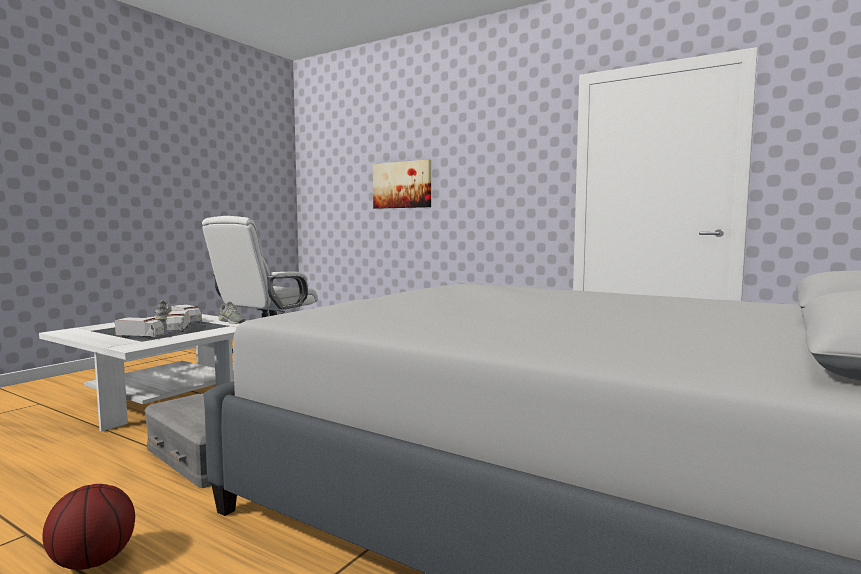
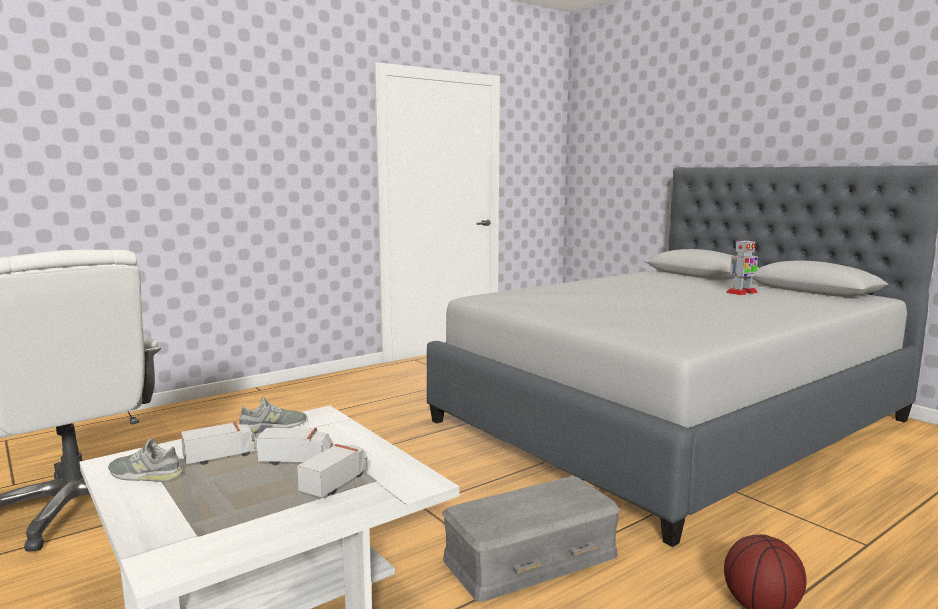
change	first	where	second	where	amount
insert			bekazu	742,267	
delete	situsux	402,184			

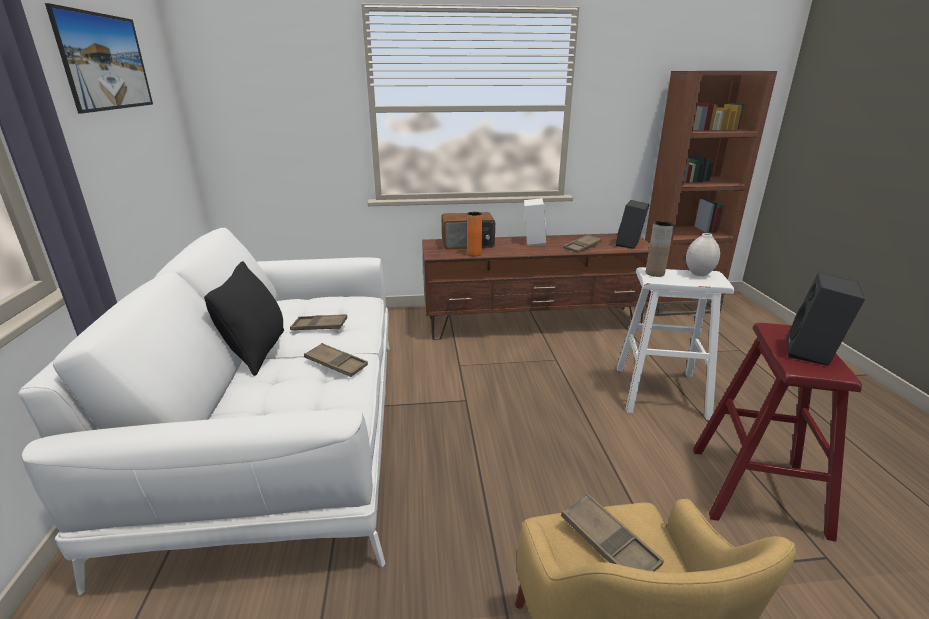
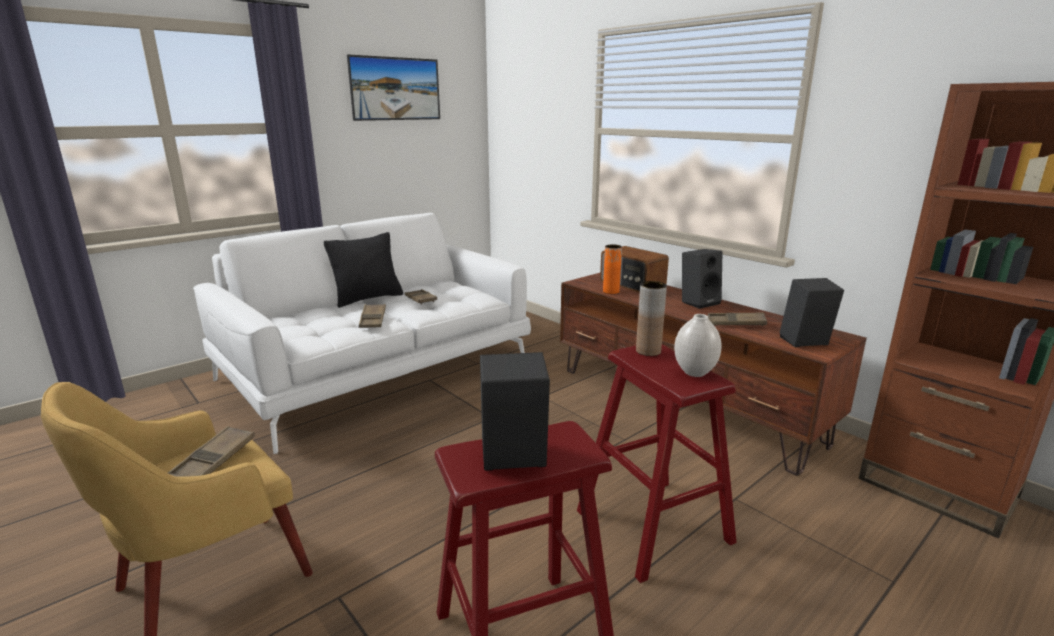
change	first	where	second	where	amount
recolor	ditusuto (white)	675,343	ditusuto (red)	657,463	
recolor	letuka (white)	535,222	letuka (black)	702,279	

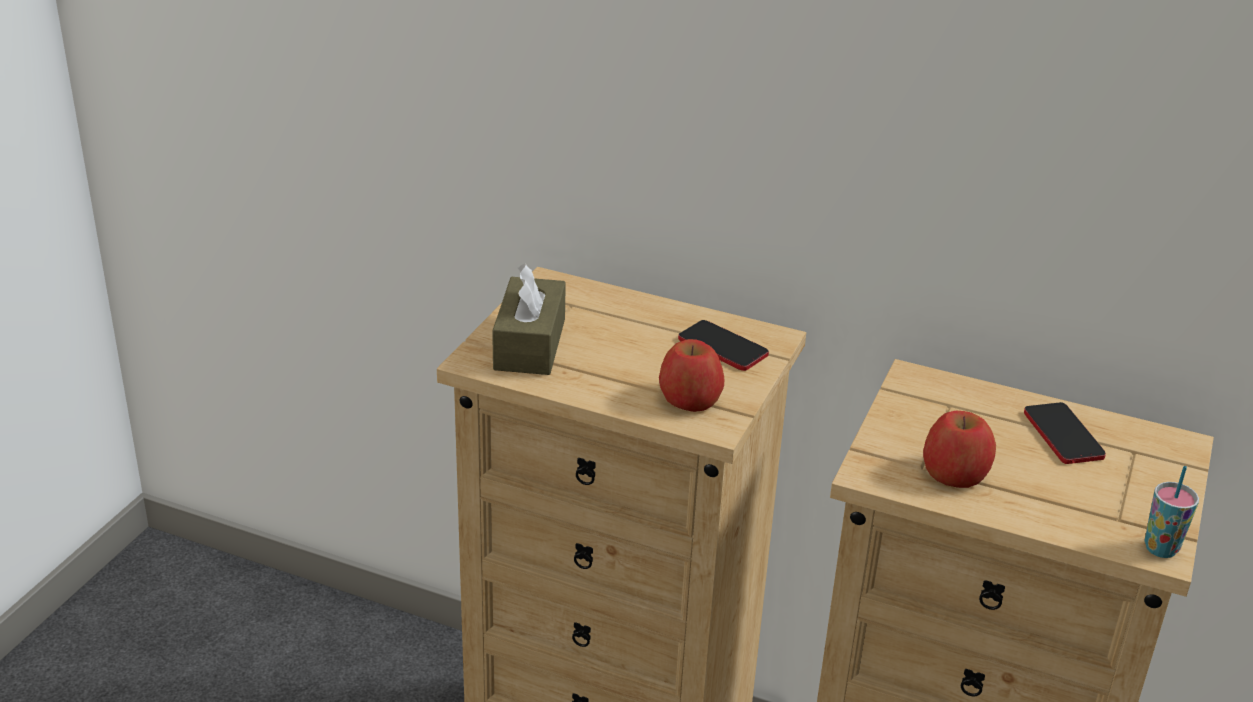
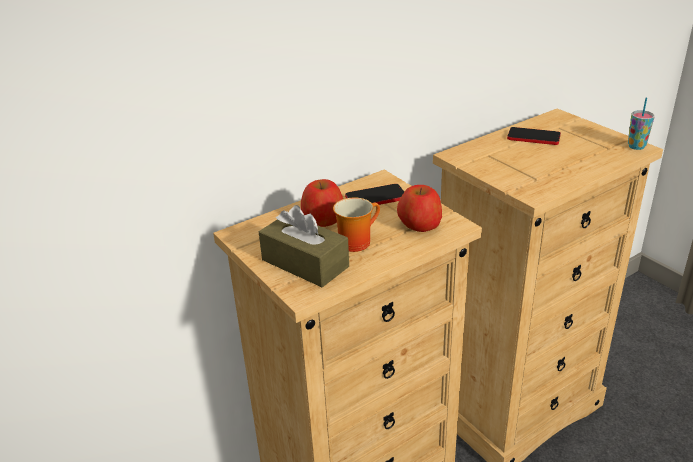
change	first	where	second	where	amount
move	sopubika	959,449		322,203	
insert			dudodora	356,225	

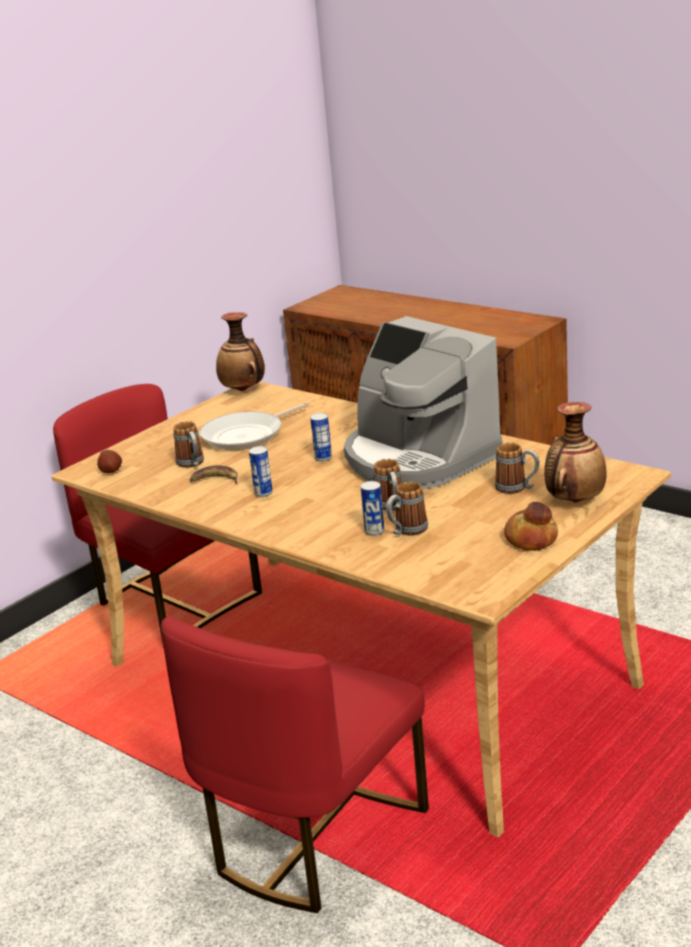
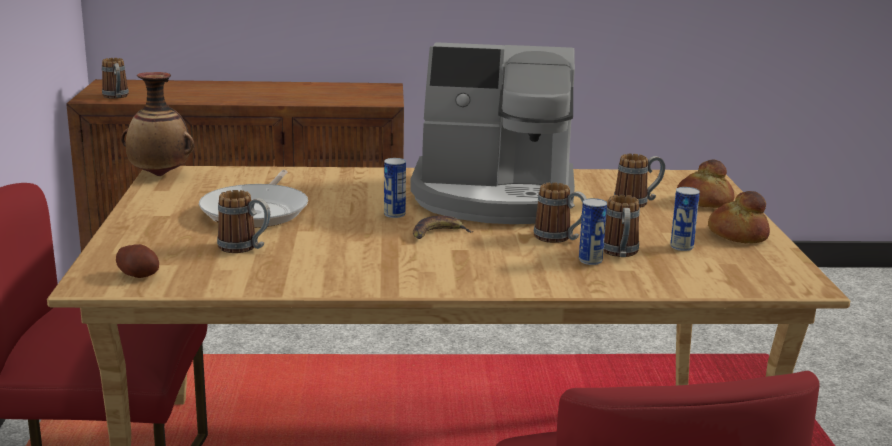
change	first	where	second	where	amount
insert			dudodora	115,78	
move	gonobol	214,474		443,227	
move	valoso	261,471		685,219	
replace	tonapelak	575,452	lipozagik	706,183	

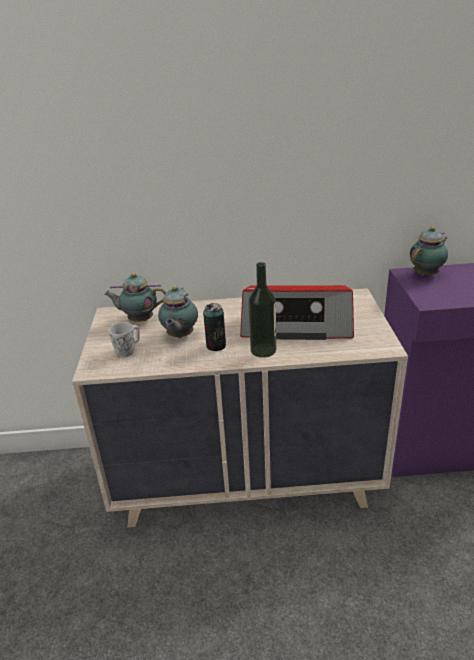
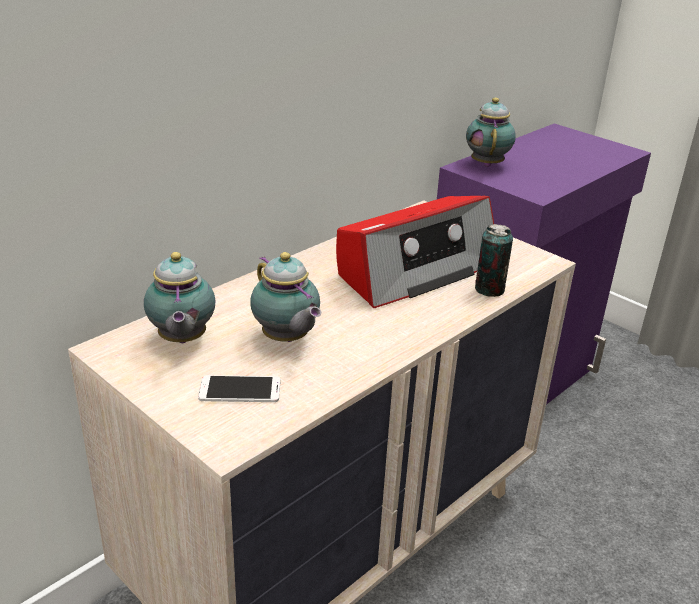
change	first	where	second	where	amount
rotate	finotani	135,297		180,297	60 degrees counterclockwise
replace	dudodora (white)	124,339	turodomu	239,388	
move	valoso	214,327		494,260	
delete	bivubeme	262,310			

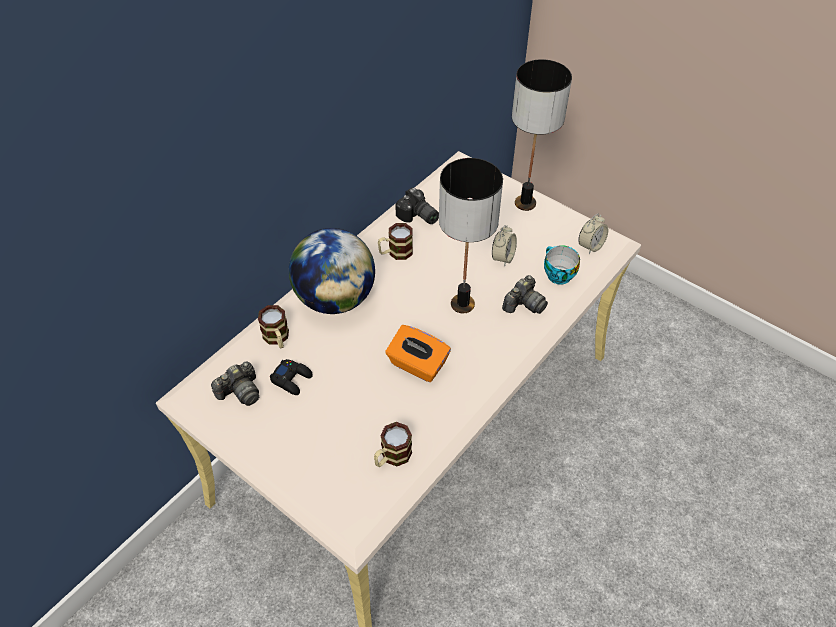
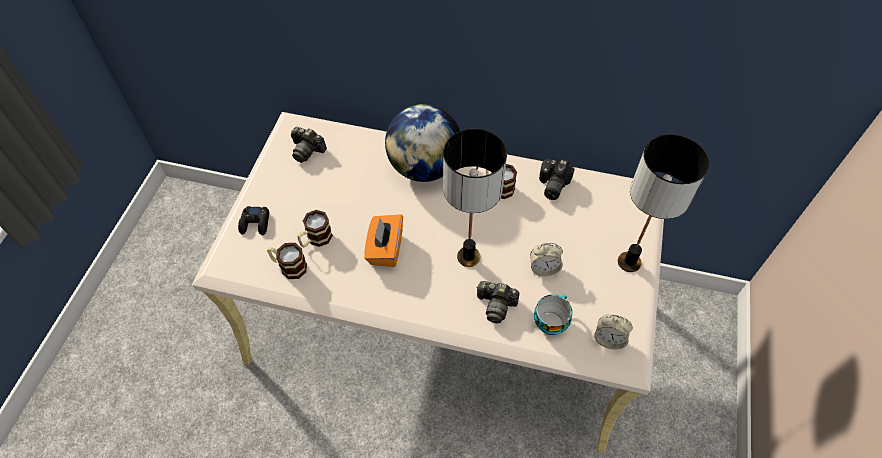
change	first	where	second	where	amount
move	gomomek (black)	291,377		253,220	
move	dudodora	273,327		315,228	

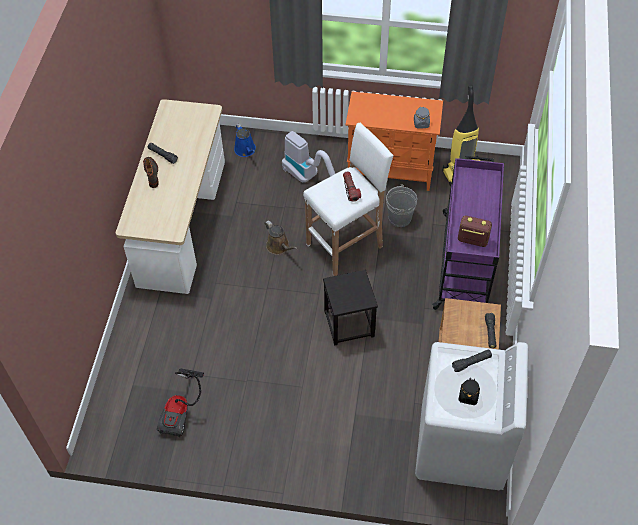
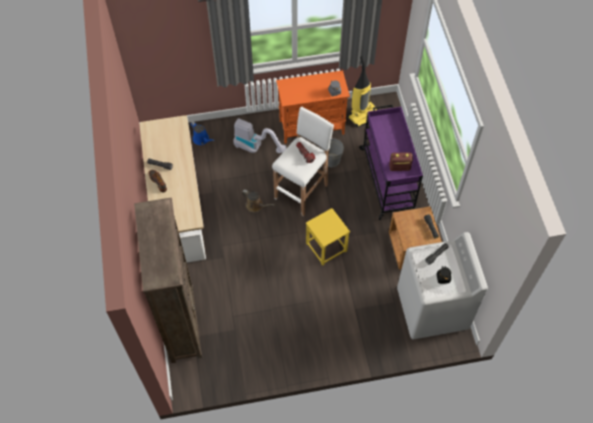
change	first	where	second	where	amount
insert			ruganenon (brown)	168,280	
recolor	ditusuto (black)	350,308	ditusuto (yellow)	328,237	
delete	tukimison	180,402			

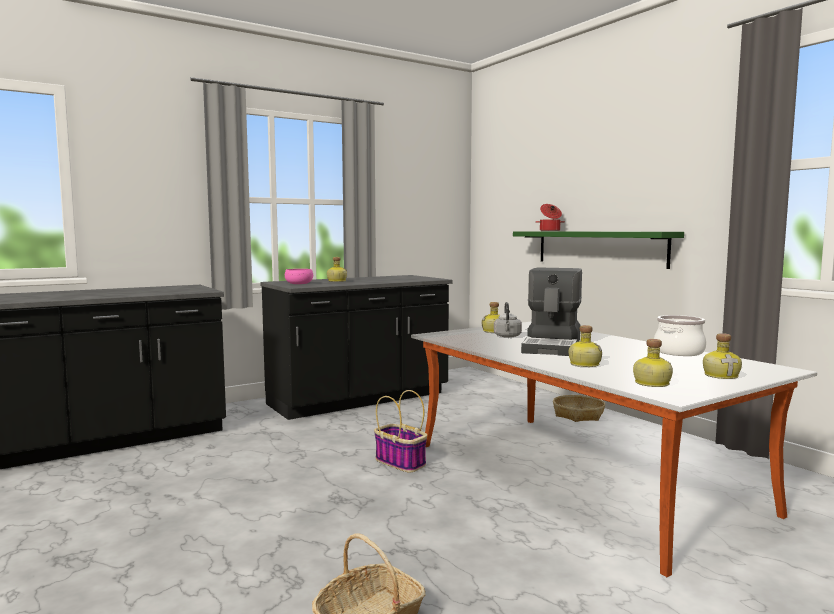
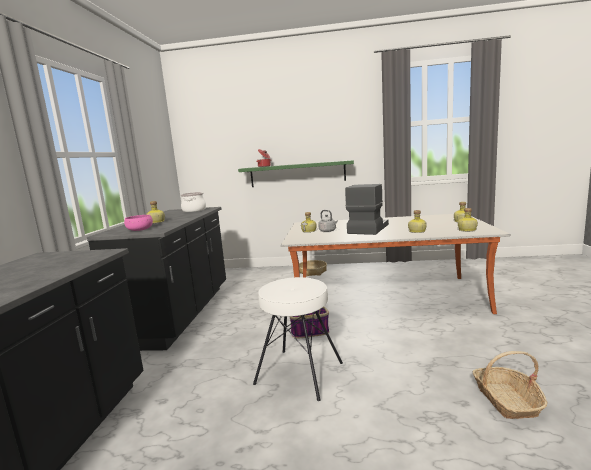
change	first	where	second	where	amount
move	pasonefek	680,335		193,202	
insert			ditusuto (white)	298,339	
rotate	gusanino	551,311		367,209	120 degrees counterclockwise

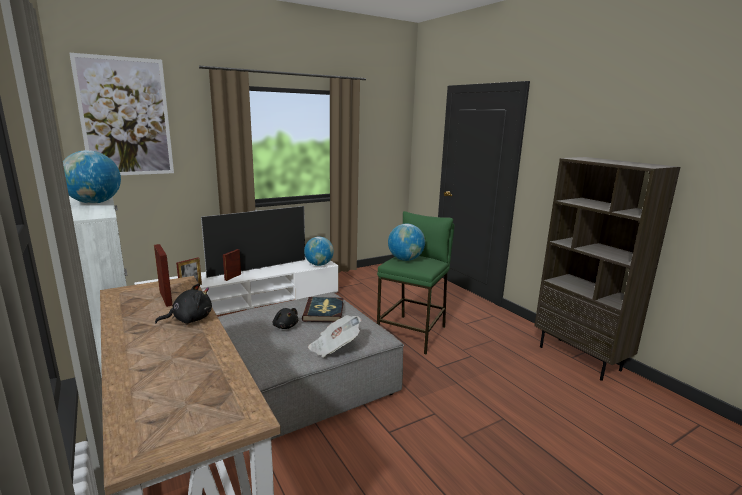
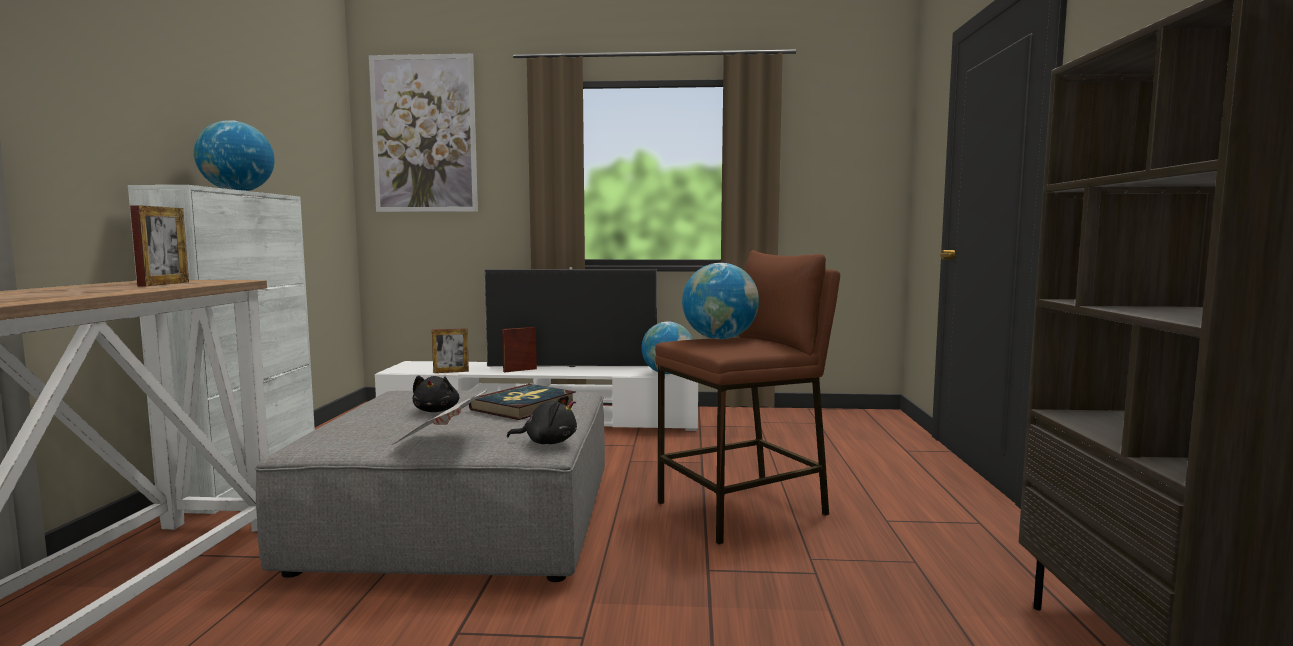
change	first	where	second	where	amount
move	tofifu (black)	183,303		542,420	
recolor	ditusuto (green)	415,282	ditusuto (brown)	747,397	

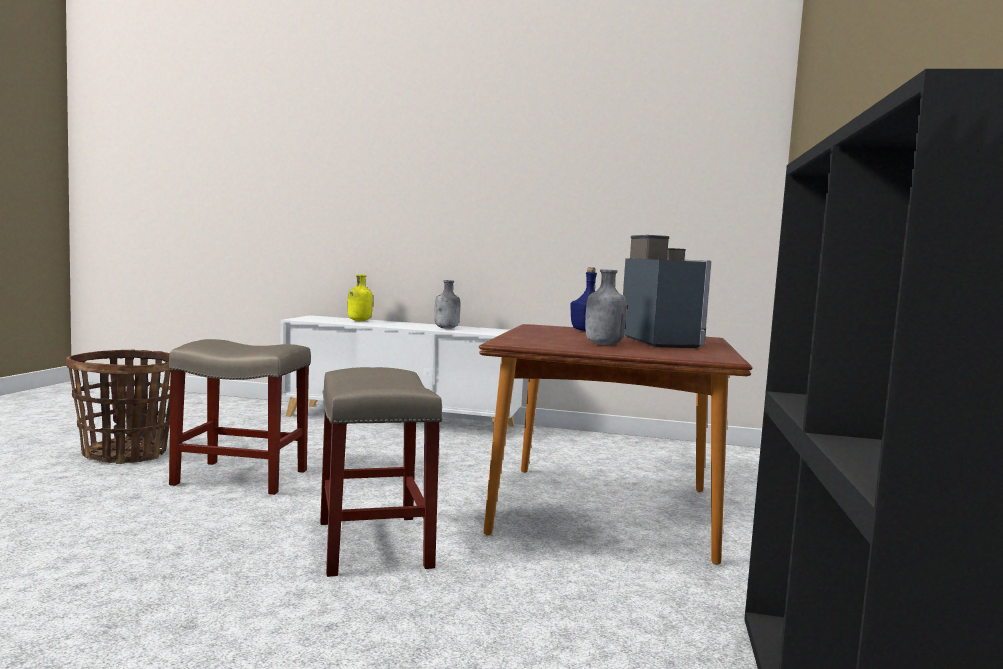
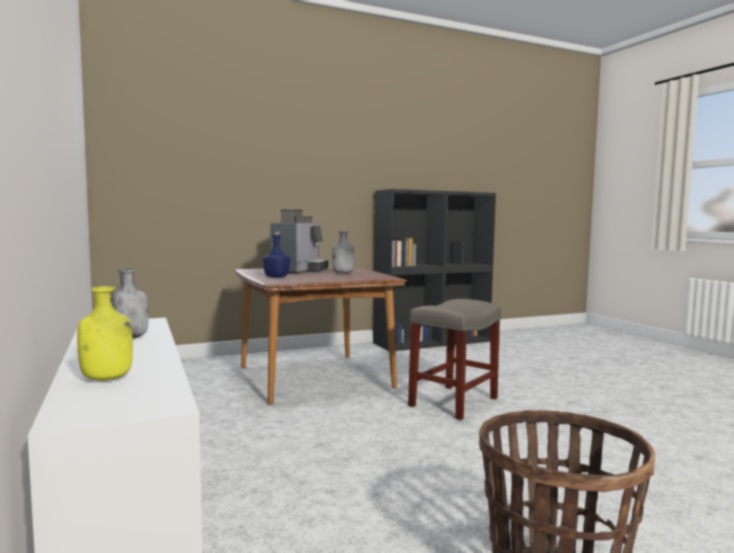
change	first	where	second	where	amount
rotate	gusanino	667,291		299,241	150 degrees clockwise
delete	ditusuto (beige)	240,417			

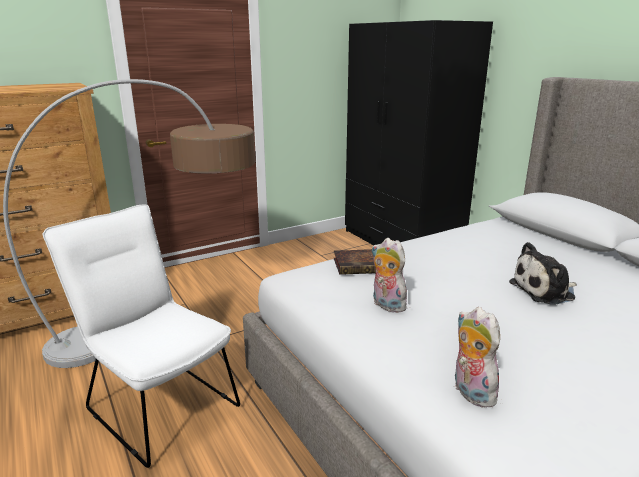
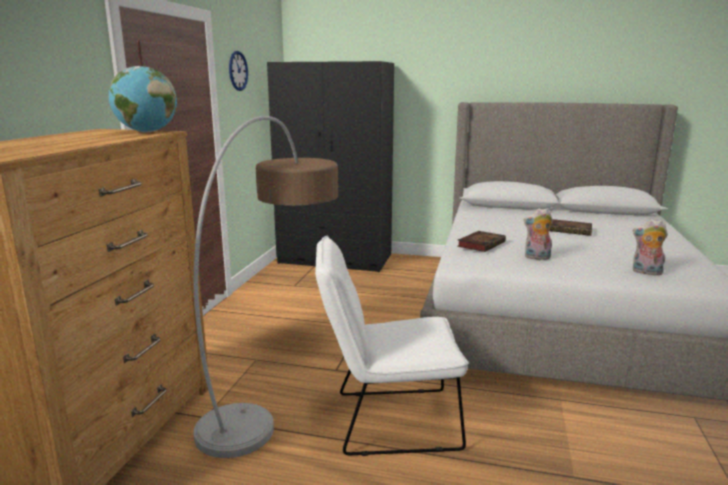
change	first	where	second	where	amount
insert			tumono	143,99	
insert			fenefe	238,71	
replace	tofifu	543,273	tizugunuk	570,227	

